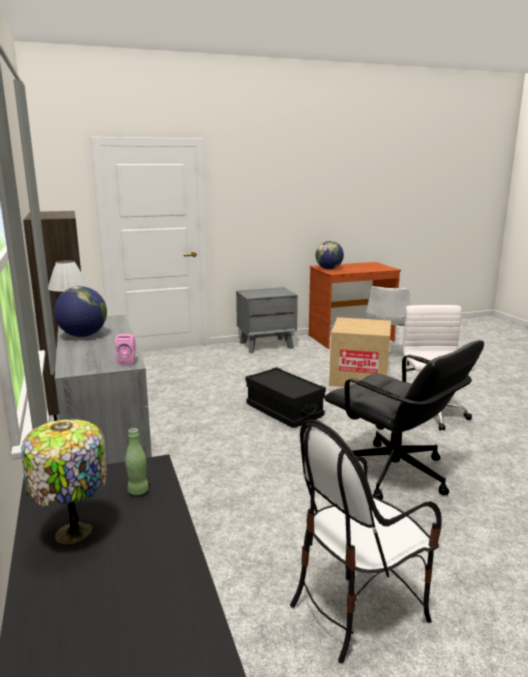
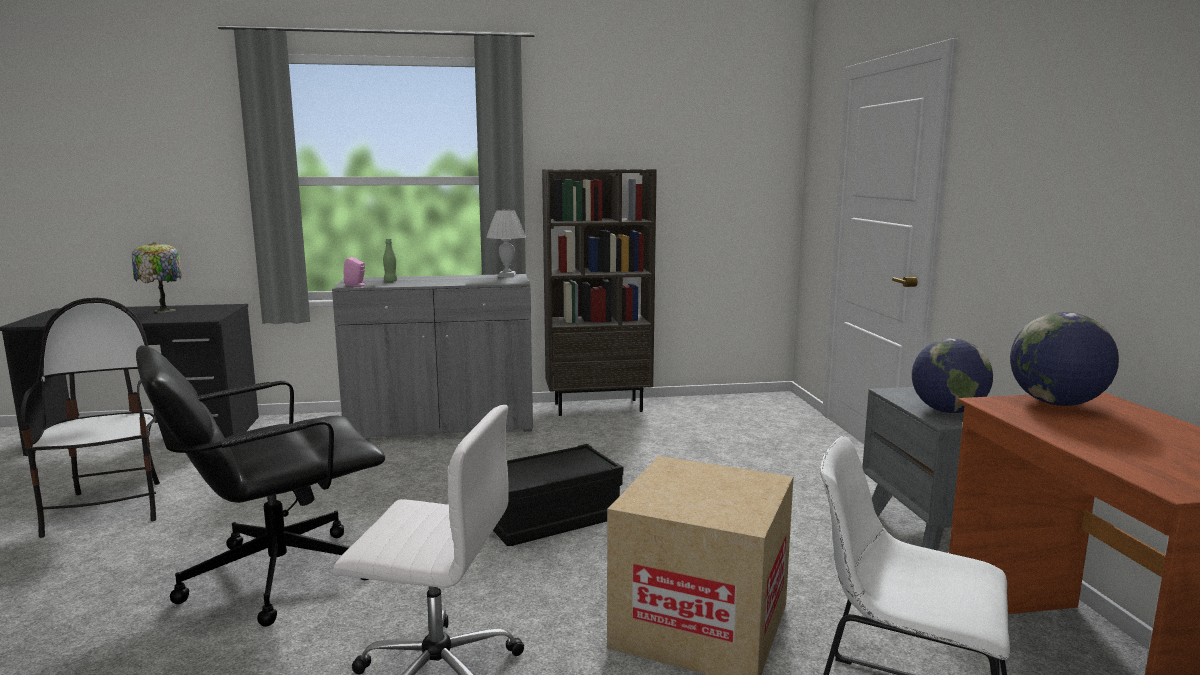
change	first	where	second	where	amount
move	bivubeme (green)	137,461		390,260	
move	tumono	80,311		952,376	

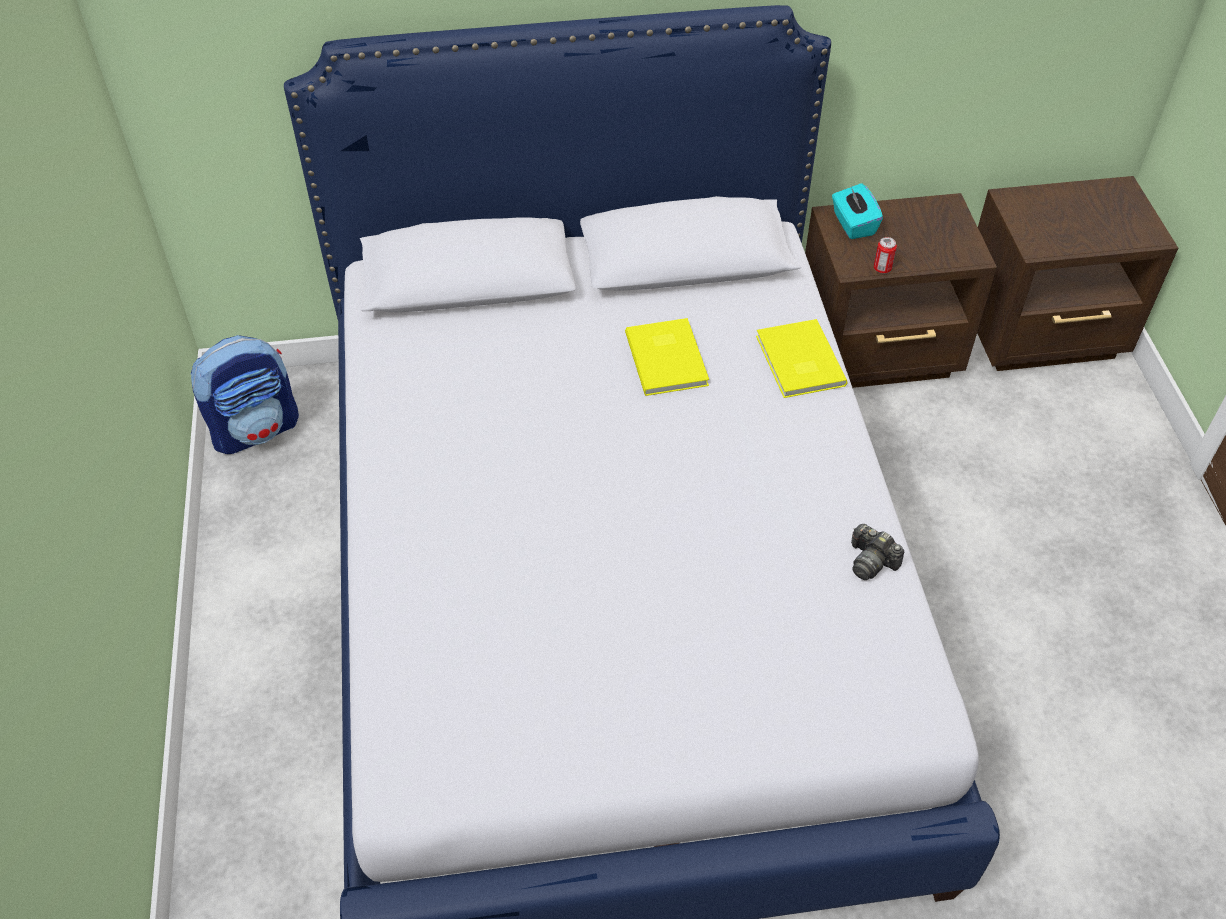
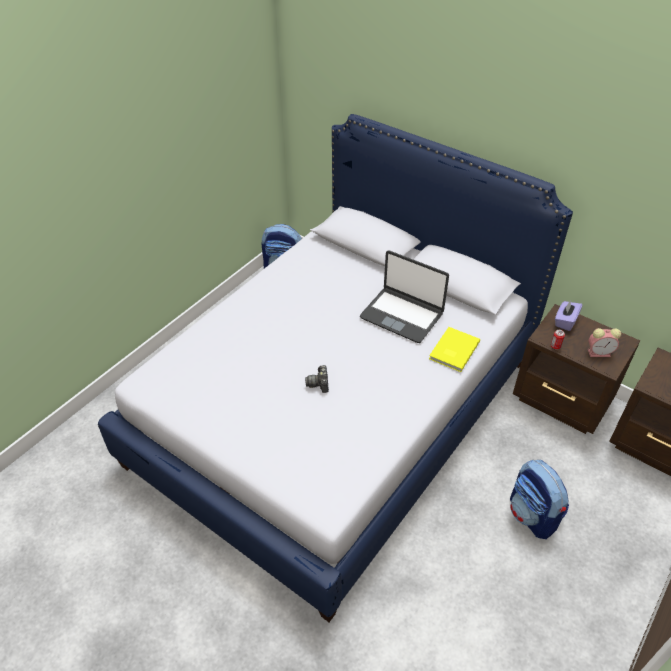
change	first	where	second	where	amount
move	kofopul	877,552		317,379	
replace	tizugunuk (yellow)	667,357	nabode	404,297	
insert			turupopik	539,499	
recolor	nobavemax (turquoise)	857,211	nobavemax (purple)	569,315	
insert			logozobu	604,342	

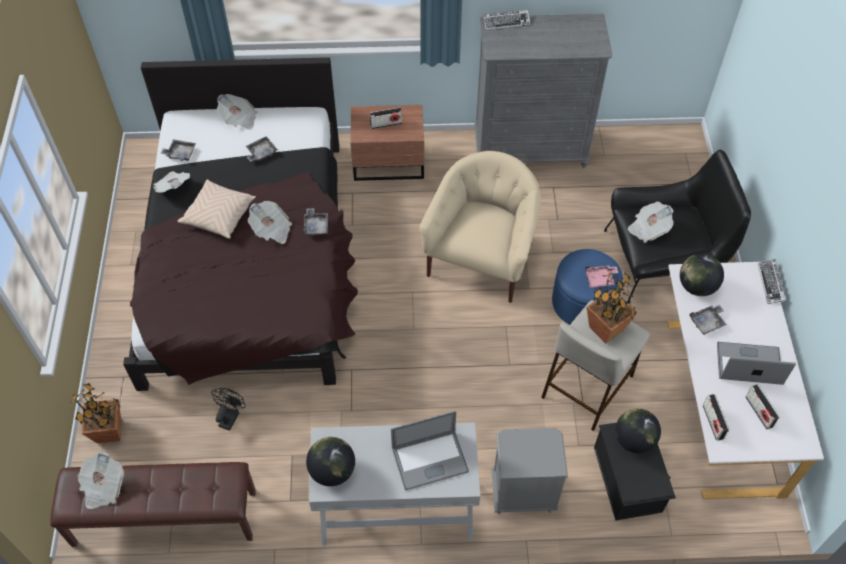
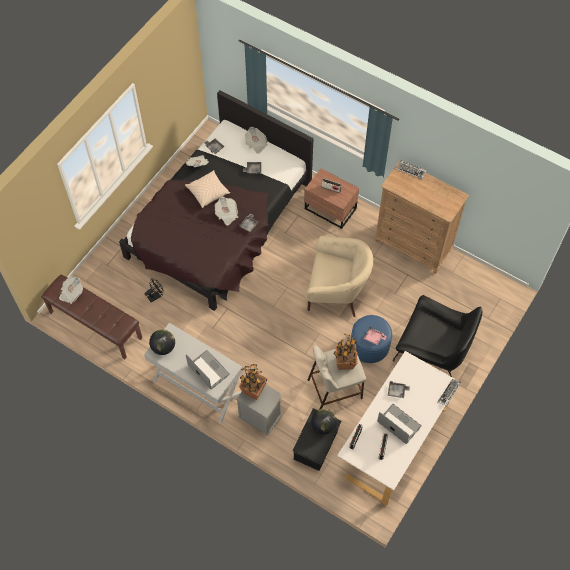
change	first	where	second	where	amount
rotate	nabode	430,451		208,369	150 degrees counterclockwise
move	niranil	95,413		253,382	
rotate	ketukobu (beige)	480,227		339,276	45 degrees clockwise
recolor	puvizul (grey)	543,91	puvizul (brown)	422,217	
delete	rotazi	651,222			
delete	tumono	702,274			

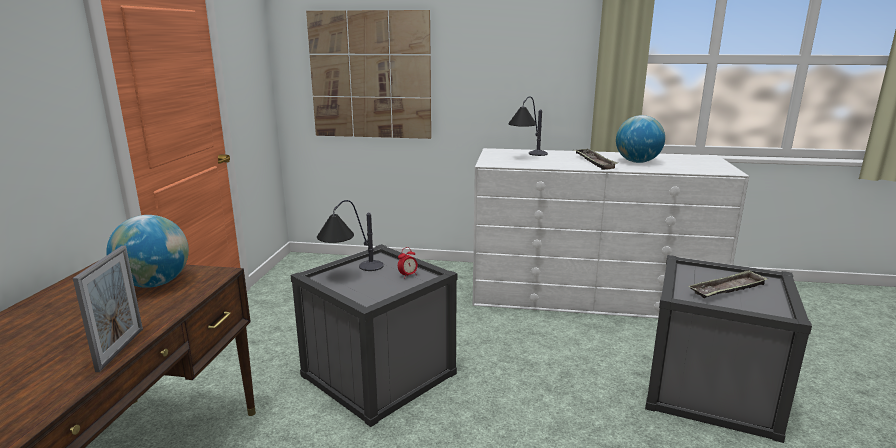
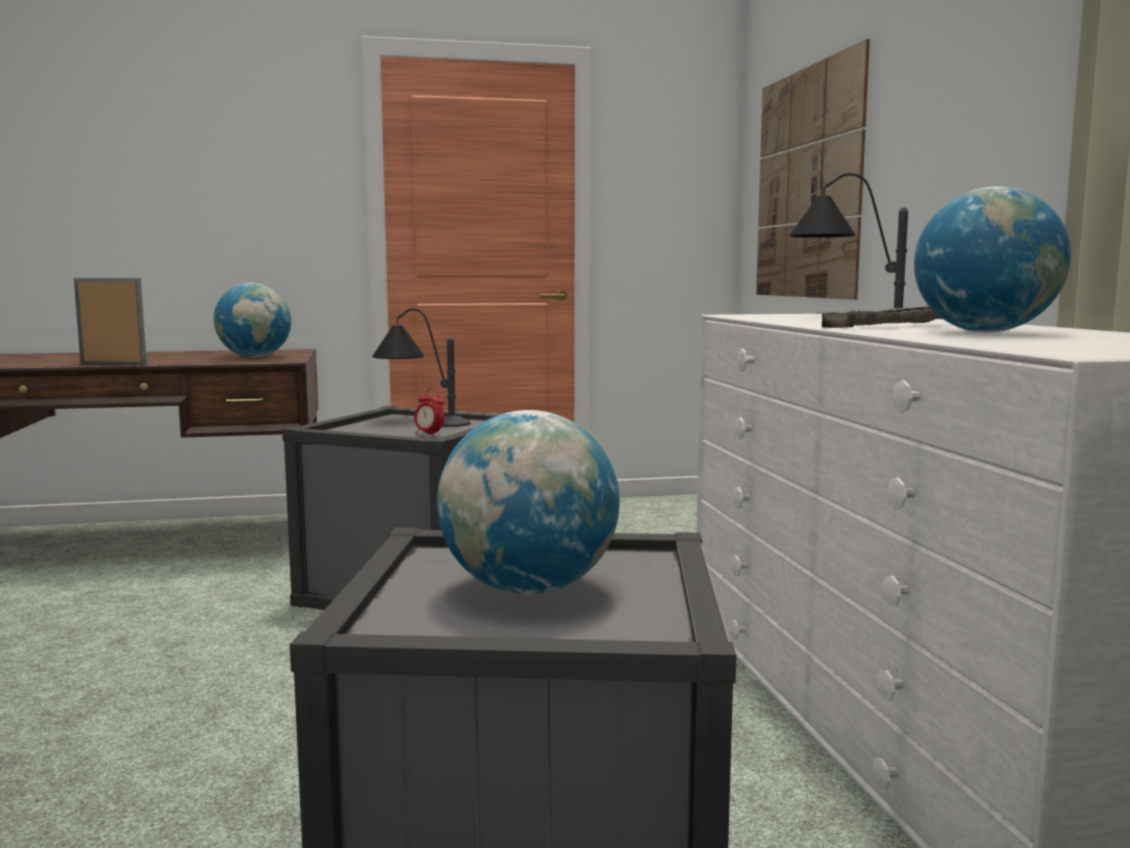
change	first	where	second	where	amount
rotate	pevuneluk	108,309		110,321	150 degrees counterclockwise
replace	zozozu	728,284	tumono	528,502	

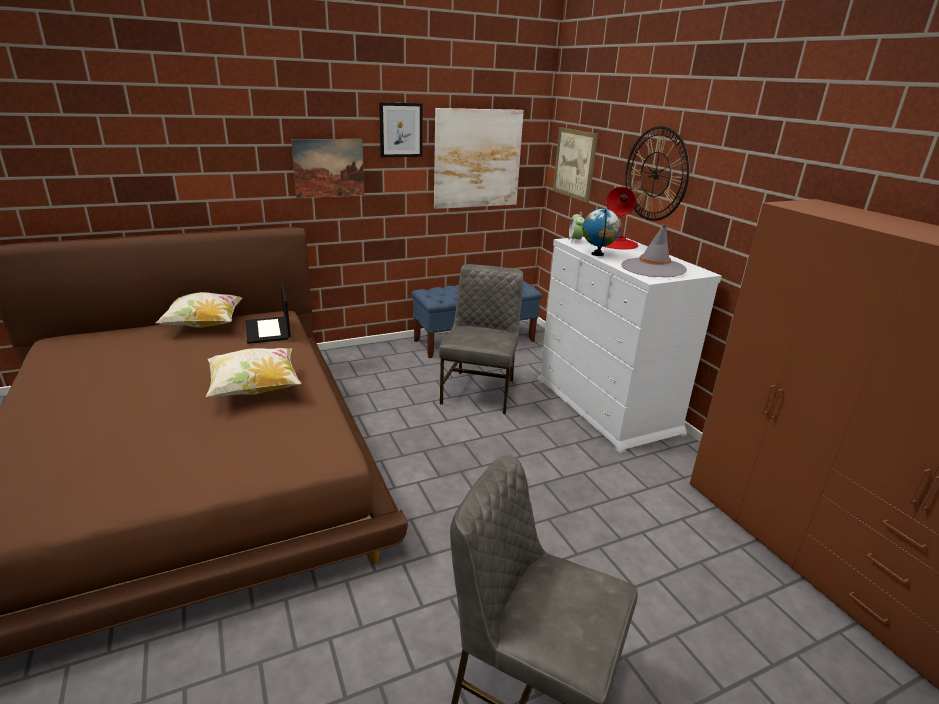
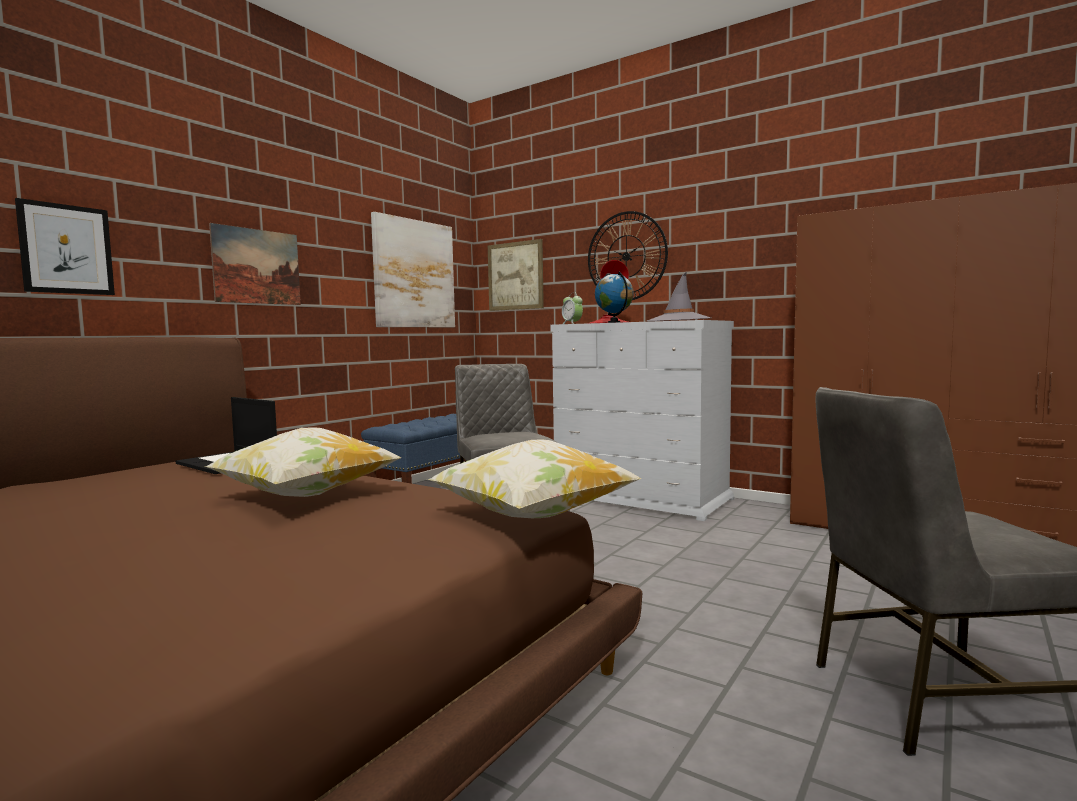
change	first	where	second	where	amount
move	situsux	401,129		65,246	
move	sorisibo	199,310		534,478	

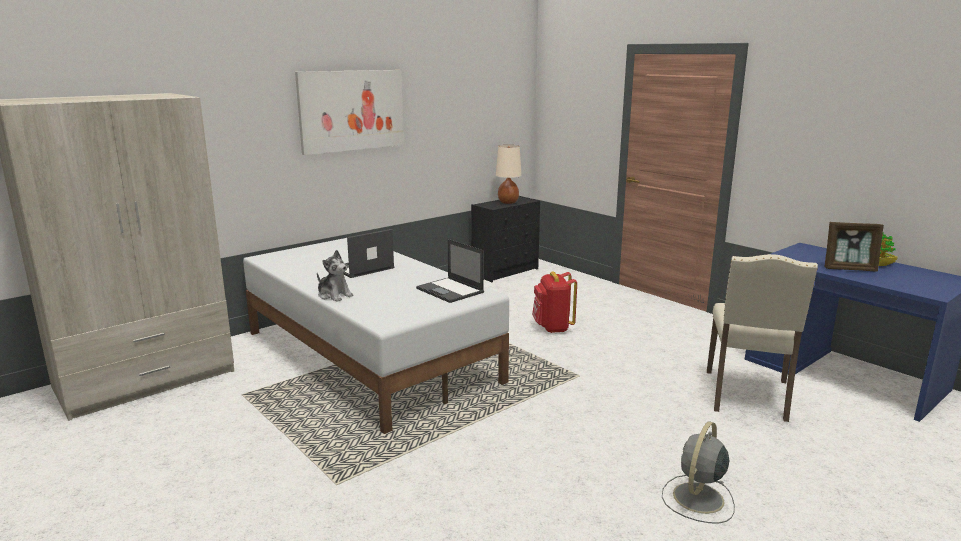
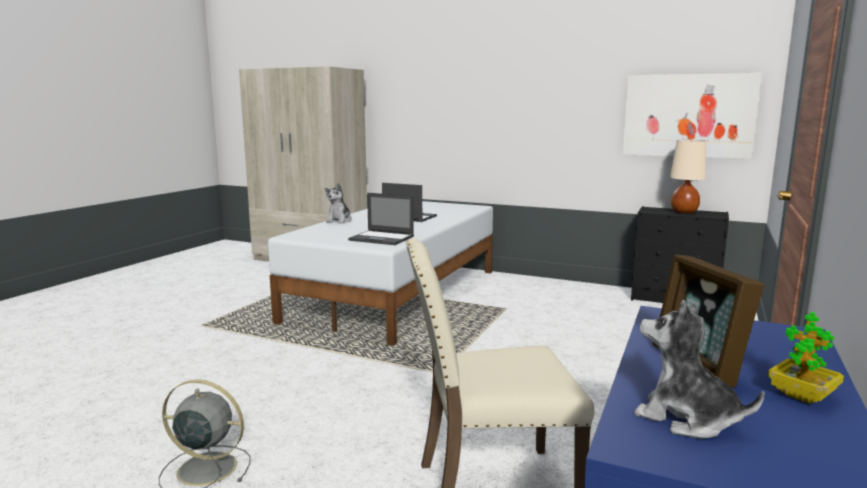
change	first	where	second	where	amount
rotate	nabode	450,271		381,219	90 degrees counterclockwise
move	situsux	349,112		692,116	
insert			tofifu	699,369	
delete	turupopik (red)	554,302			

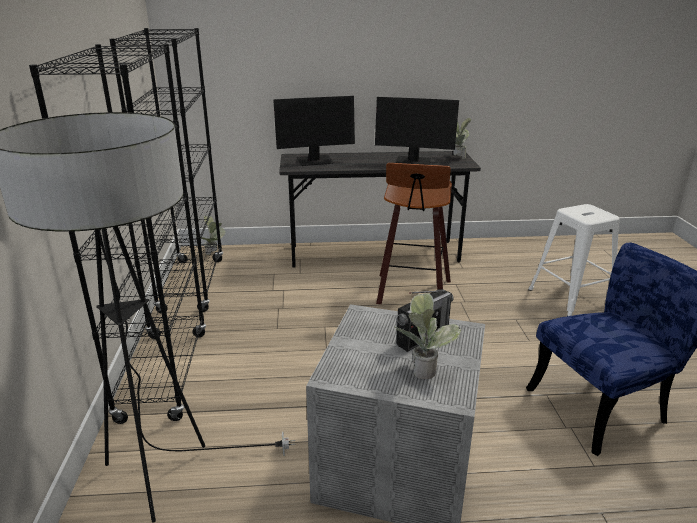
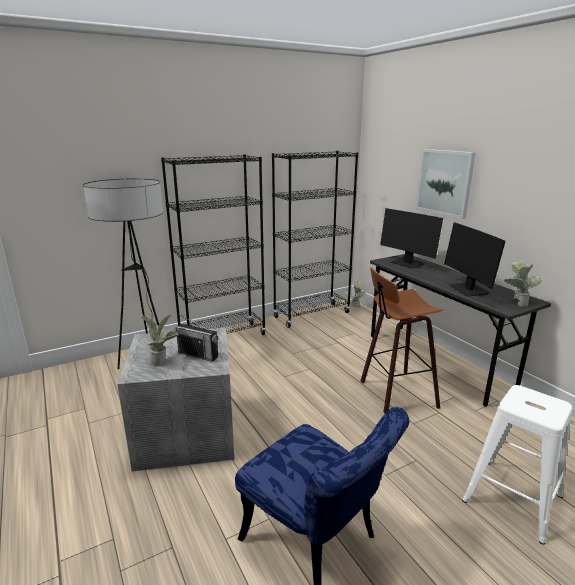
change	first	where	second	where	amount
insert			situsux	446,184	

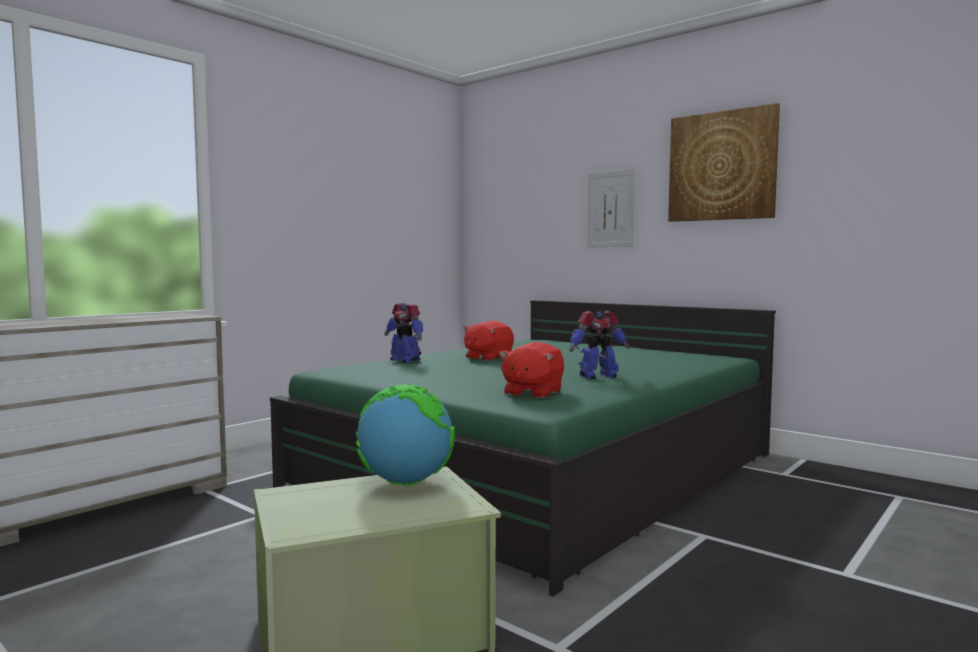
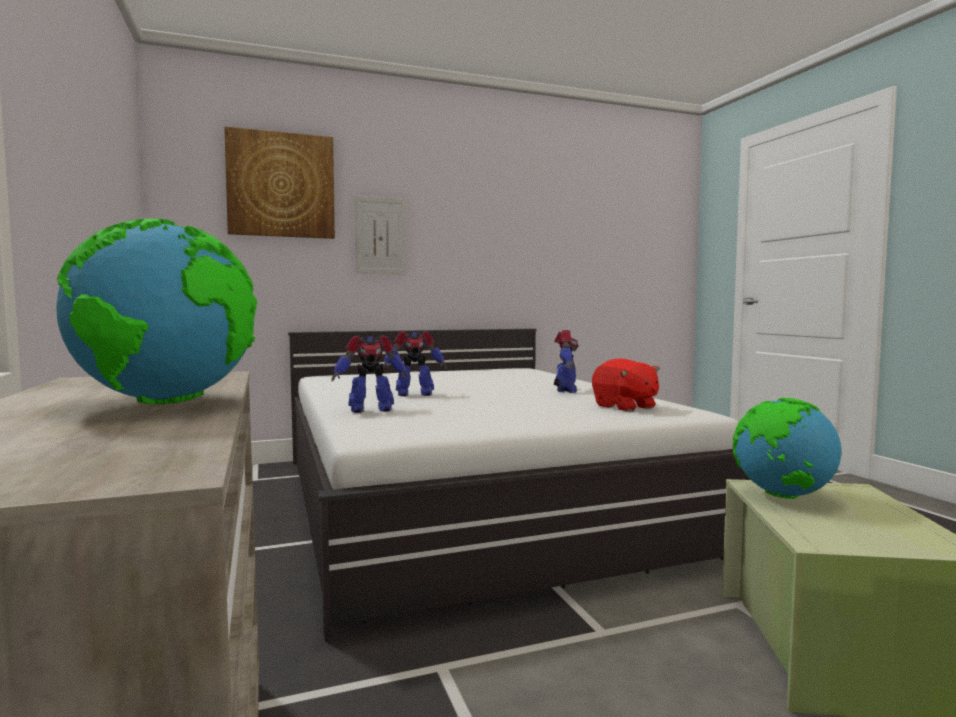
change	first	where	second	where	amount
insert			tumono	156,311	
move	situsux	724,162		279,183	
recolor	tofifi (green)	523,448	tofifi (white)	519,485	
replace	tofifu (red)	488,341	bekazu	415,363	

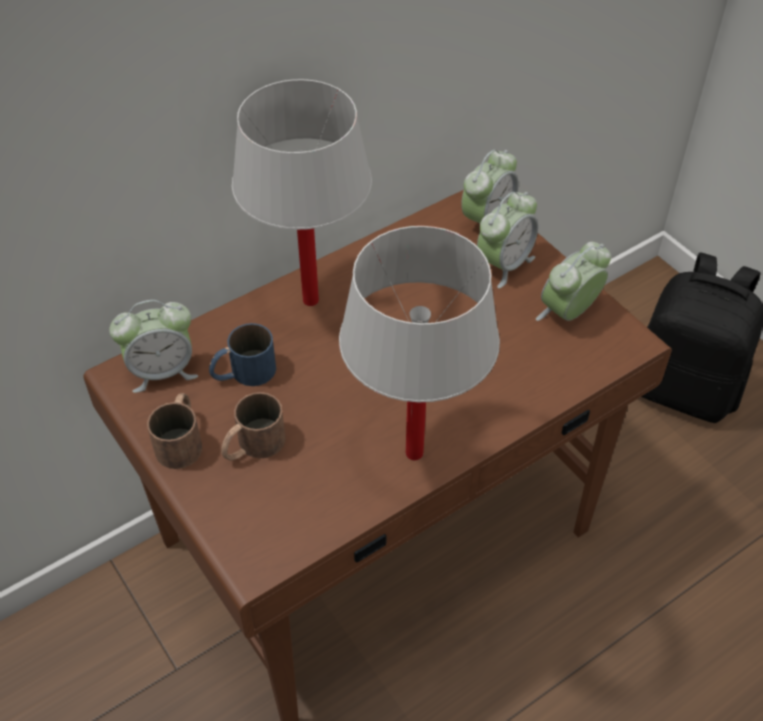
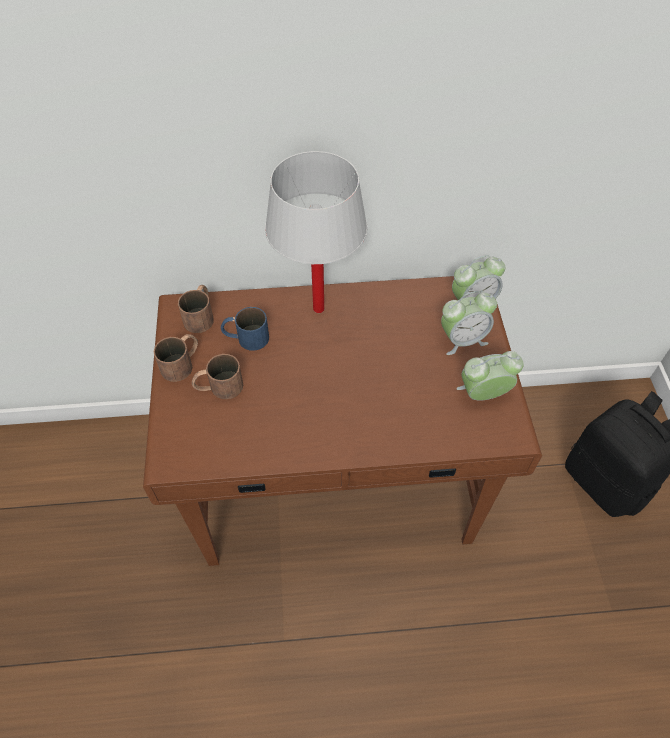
change	first	where	second	where	amount
replace	logozobu	153,346	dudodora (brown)	196,309	
delete	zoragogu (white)	419,343			

